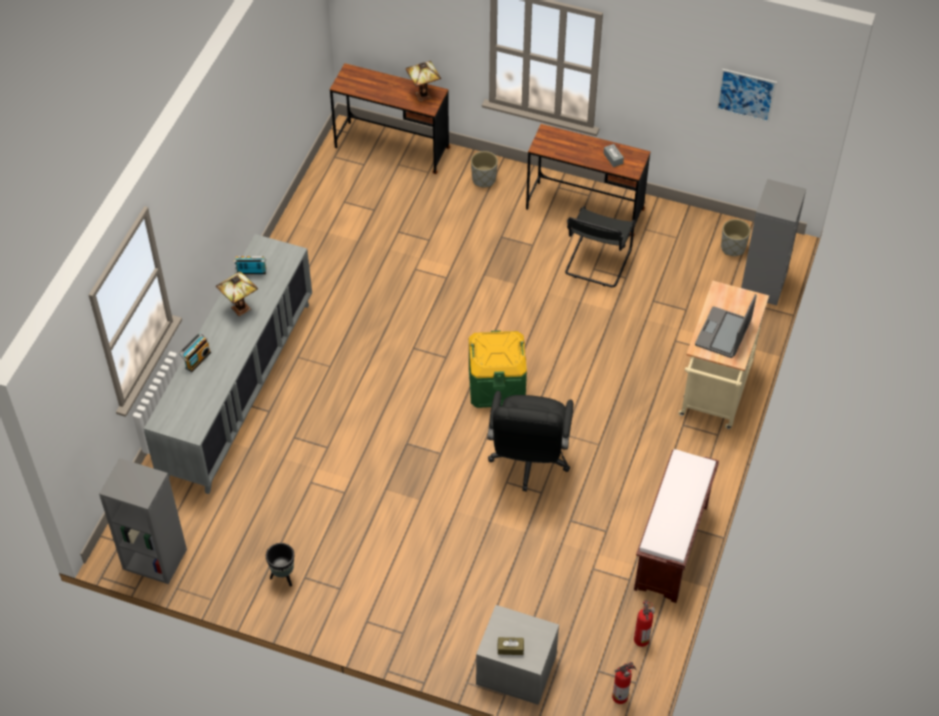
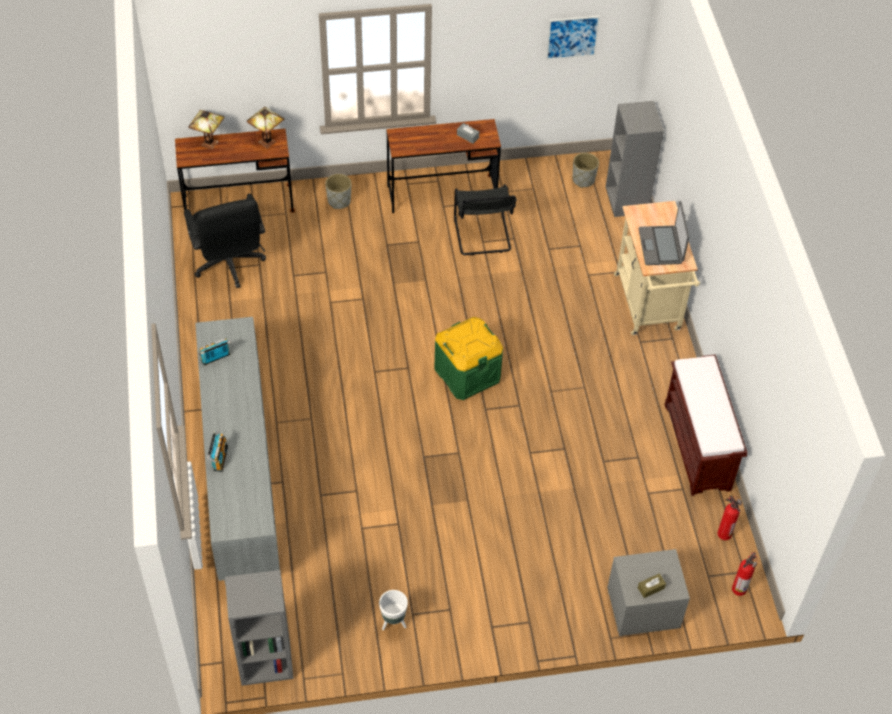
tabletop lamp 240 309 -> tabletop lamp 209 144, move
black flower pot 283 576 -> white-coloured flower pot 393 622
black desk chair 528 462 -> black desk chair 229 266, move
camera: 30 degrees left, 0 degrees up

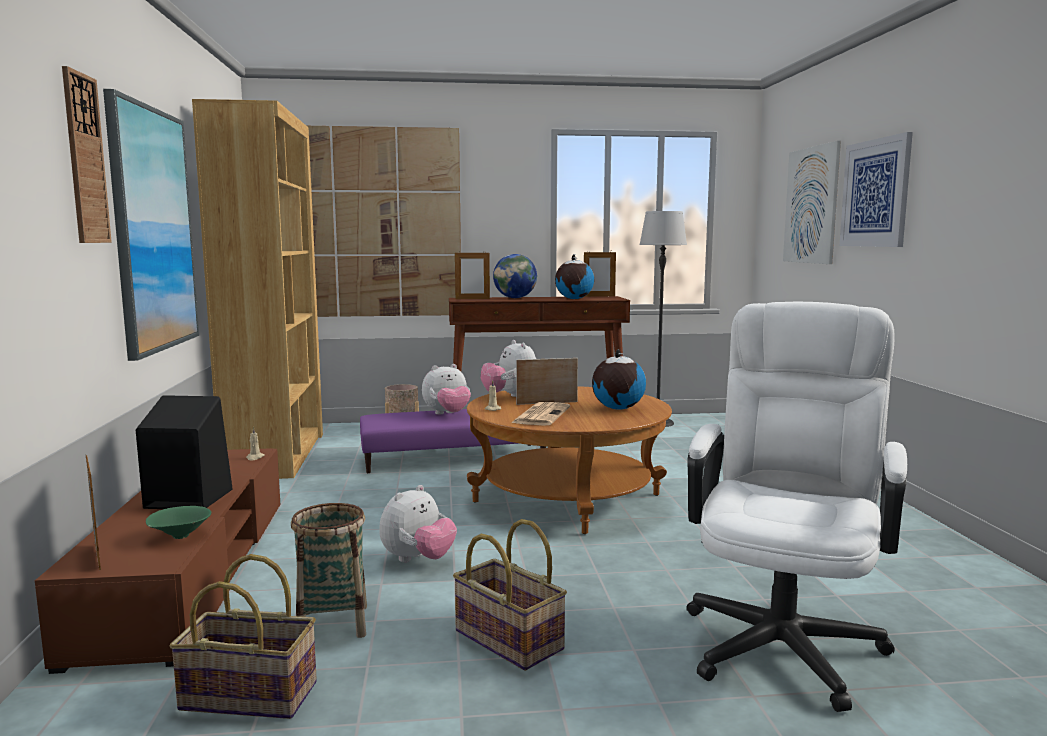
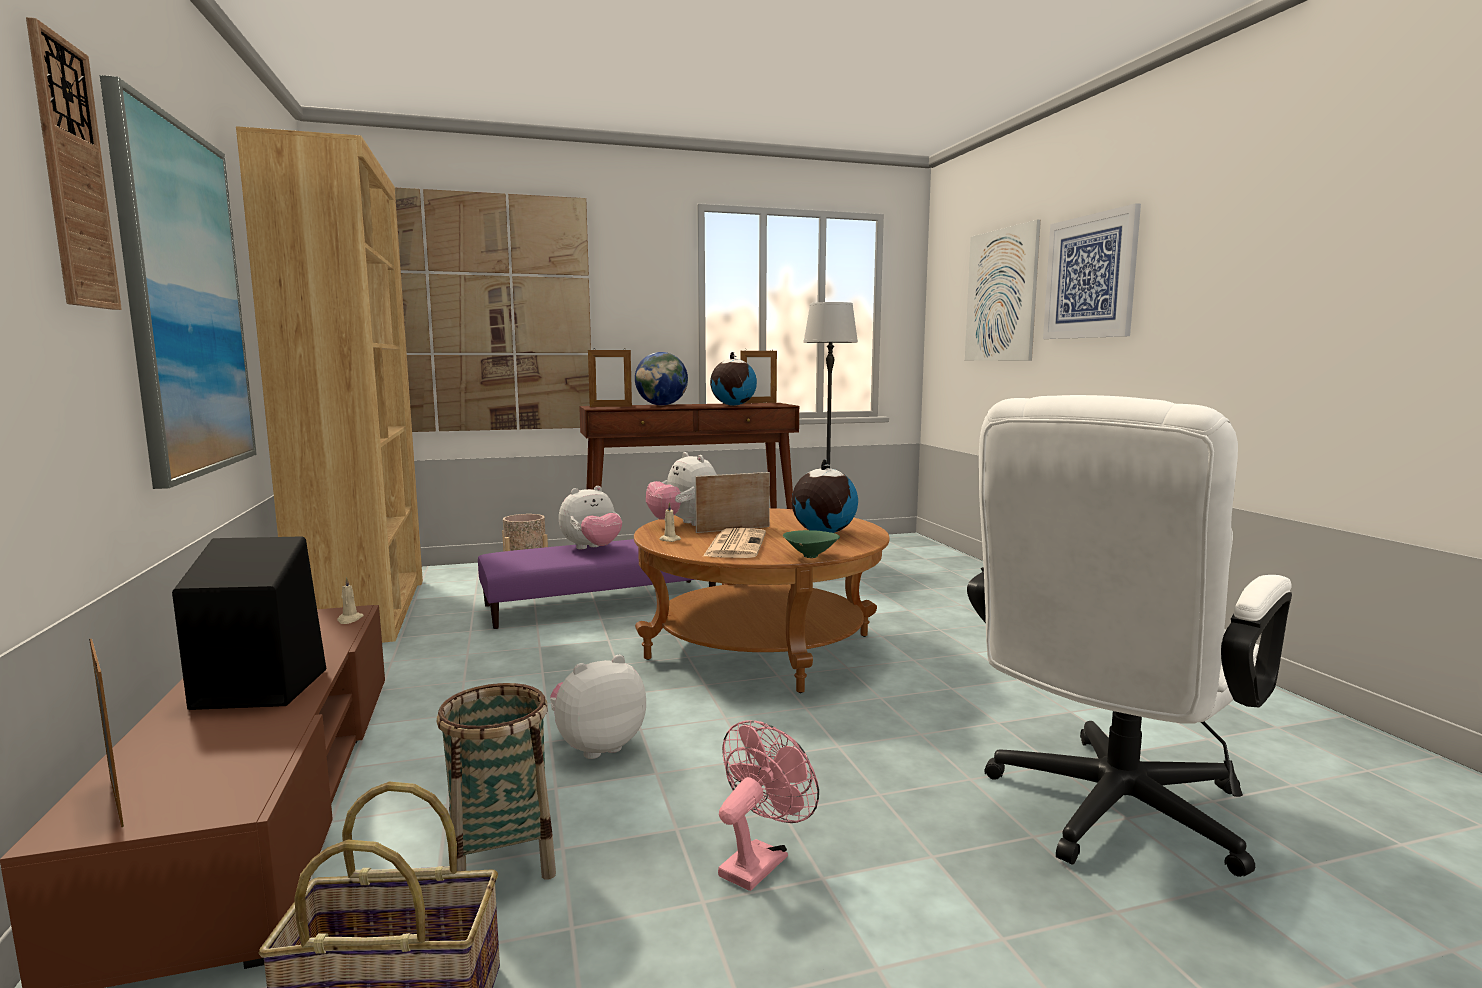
green-coloured bowl 179 537 -> green-coloured bowl 810 557, move
cuddly toy 418 559 -> cuddly toy 597 746, 150 degrees counterclockwise
household basket 507 640 -> pink-coloured fan 759 861
white-coloured desk chair 784 636 -> white-coloured desk chair 1106 815, 150 degrees counterclockwise
camera: 10 degrees left, 0 degrees up

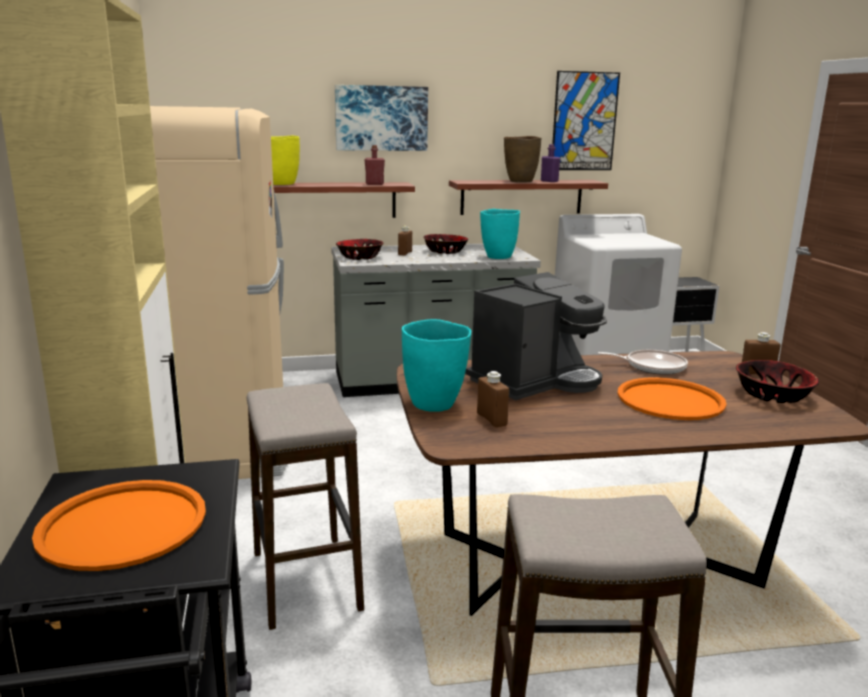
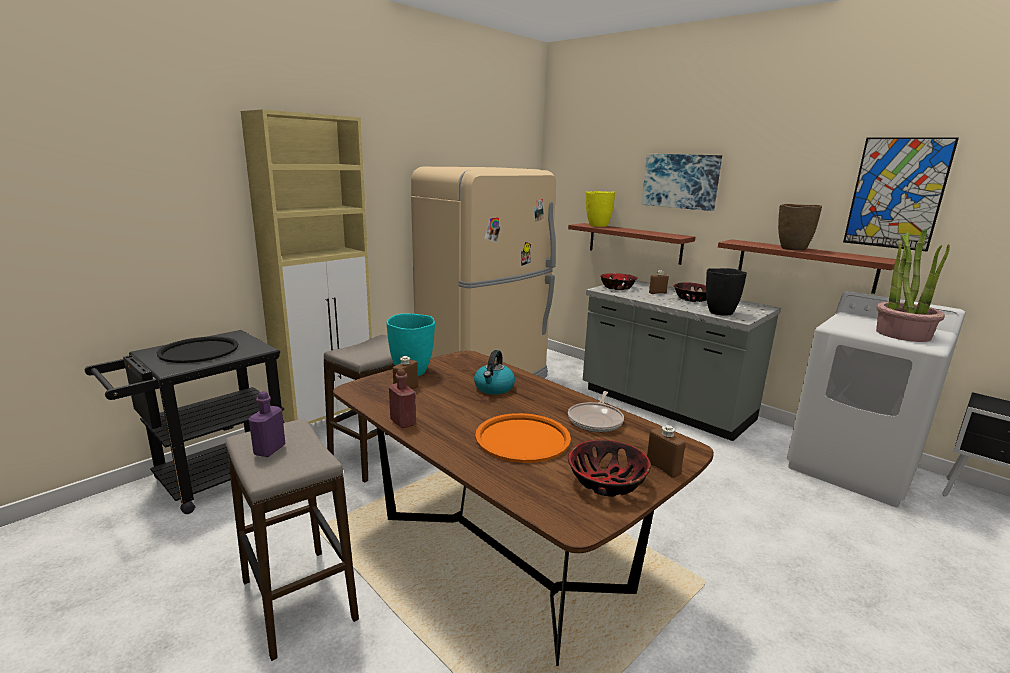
orange-coloured serving tray 123 525 -> black serving tray 199 351
red-coloured bottle 374 184 -> red-coloured bottle 403 422, move
coffee machine 534 381 -> water kettle 494 388
turquoise-coloured flower vase 498 257 -> black flower vase 720 312
purple bottle 549 181 -> purple bottle 269 450, move
pan 652 366 -> pan 596 420, 45 degrees clockwise
none -> potted plant 902 334
camera: 55 degrees right, 0 degrees up

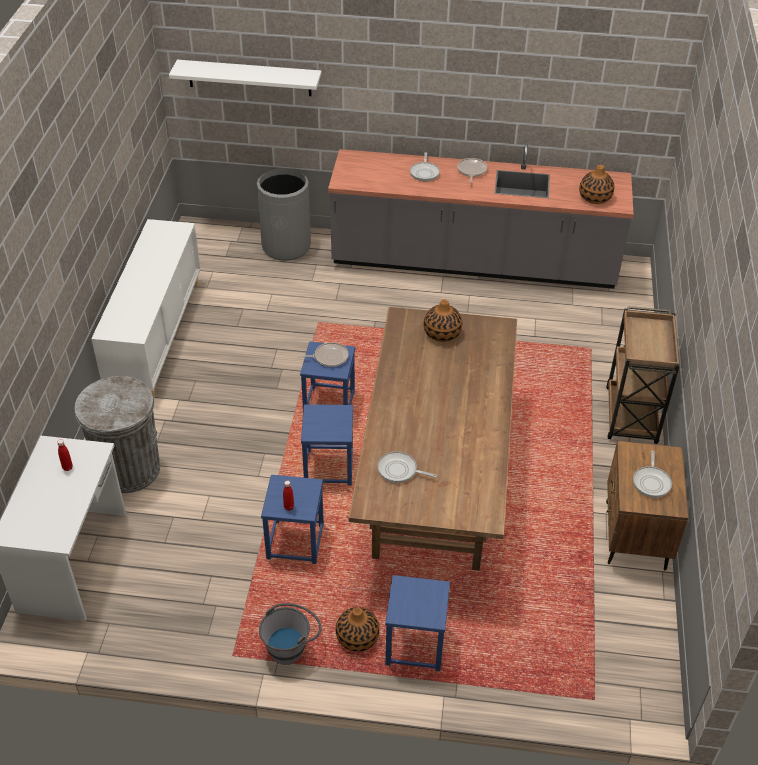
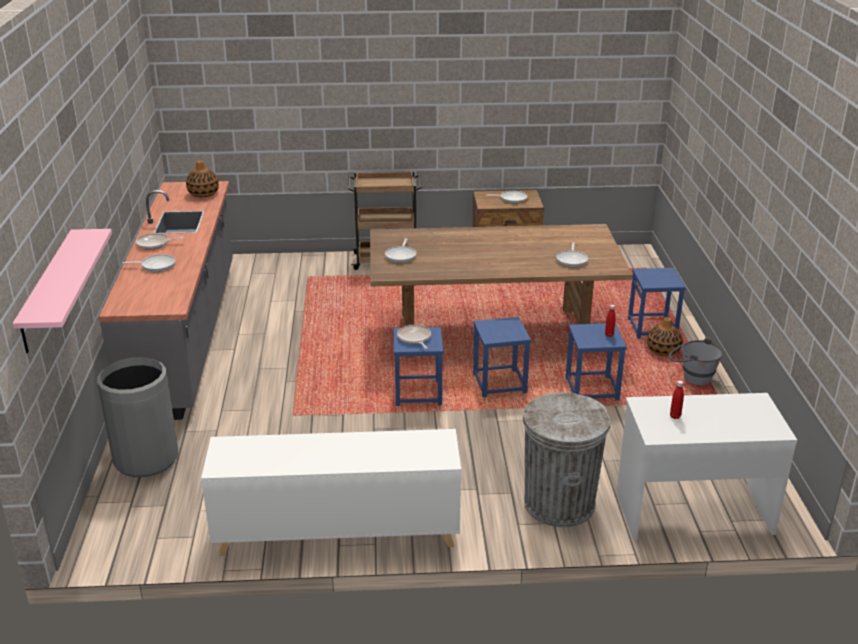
white-coloured shelf 249 78 -> pink-coloured shelf 47 290
flower vase 442 333 -> pan 401 255
camera: 100 degrees left, 15 degrees down

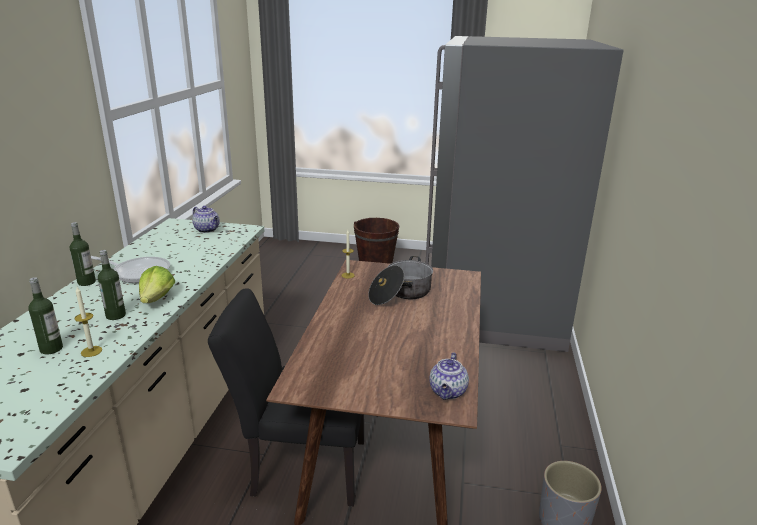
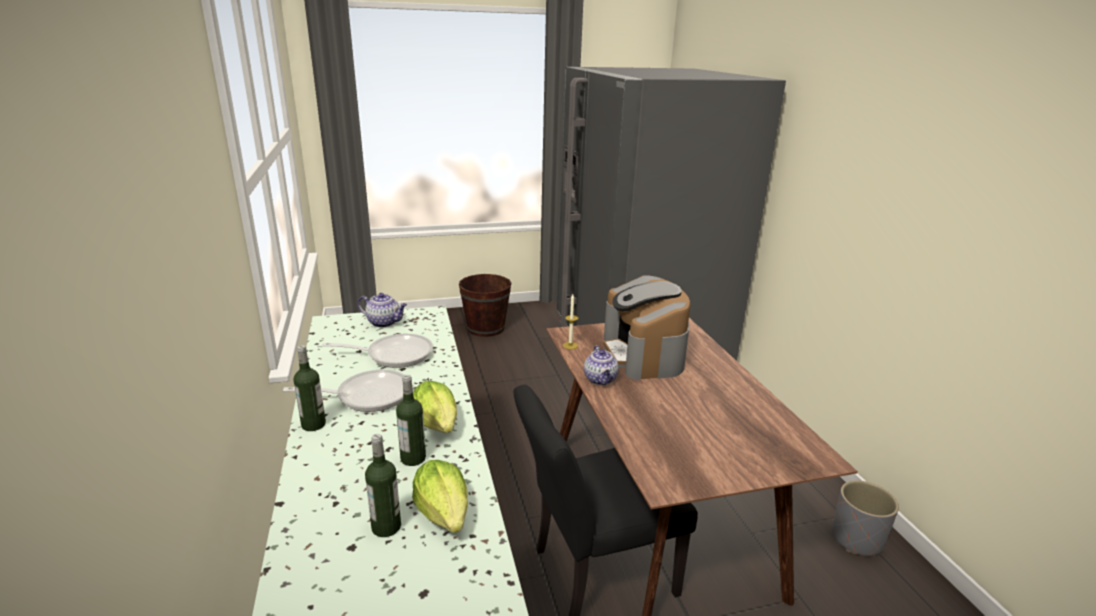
wax light 91 351 -> lettuce 444 513
stockpot 400 294 -> coffee machine 644 354
pot for tea 448 392 -> pot for tea 601 380, move
none -> pan 394 354
camera: 25 degrees left, 0 degrees up

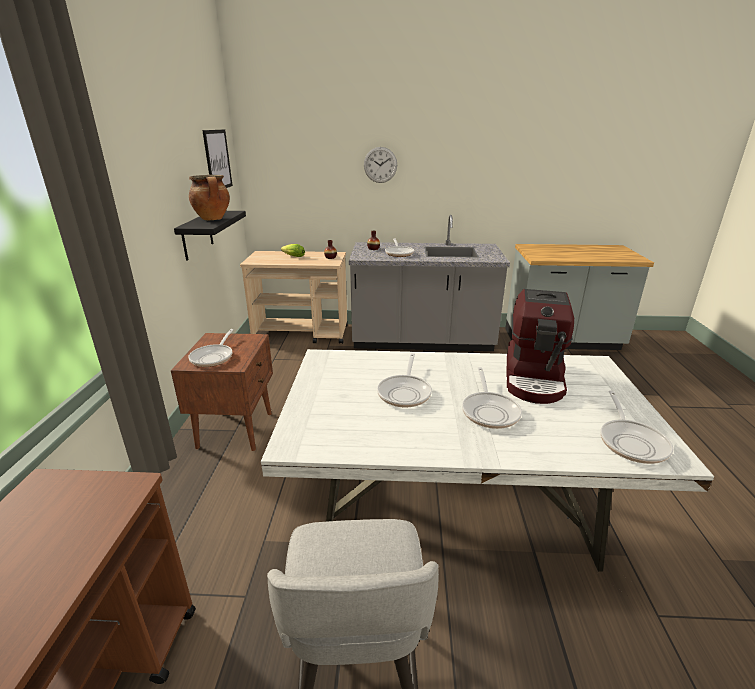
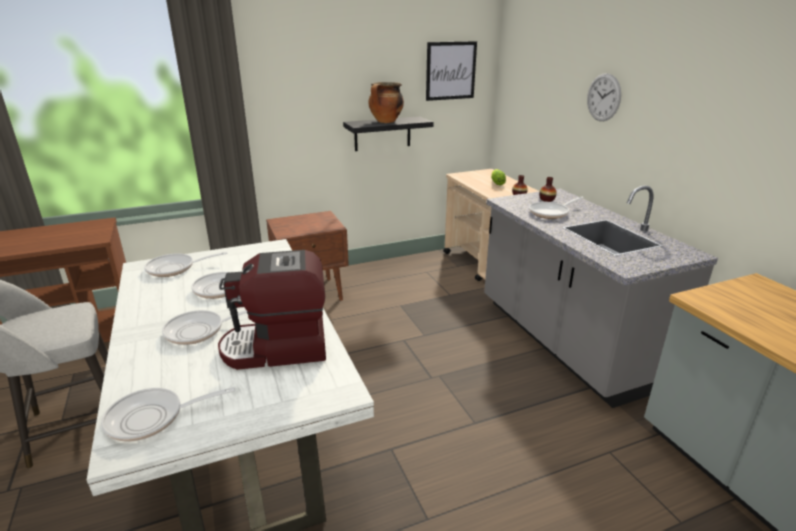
pan 214 357 -> pan 175 268, move
camera: 65 degrees right, 0 degrees up

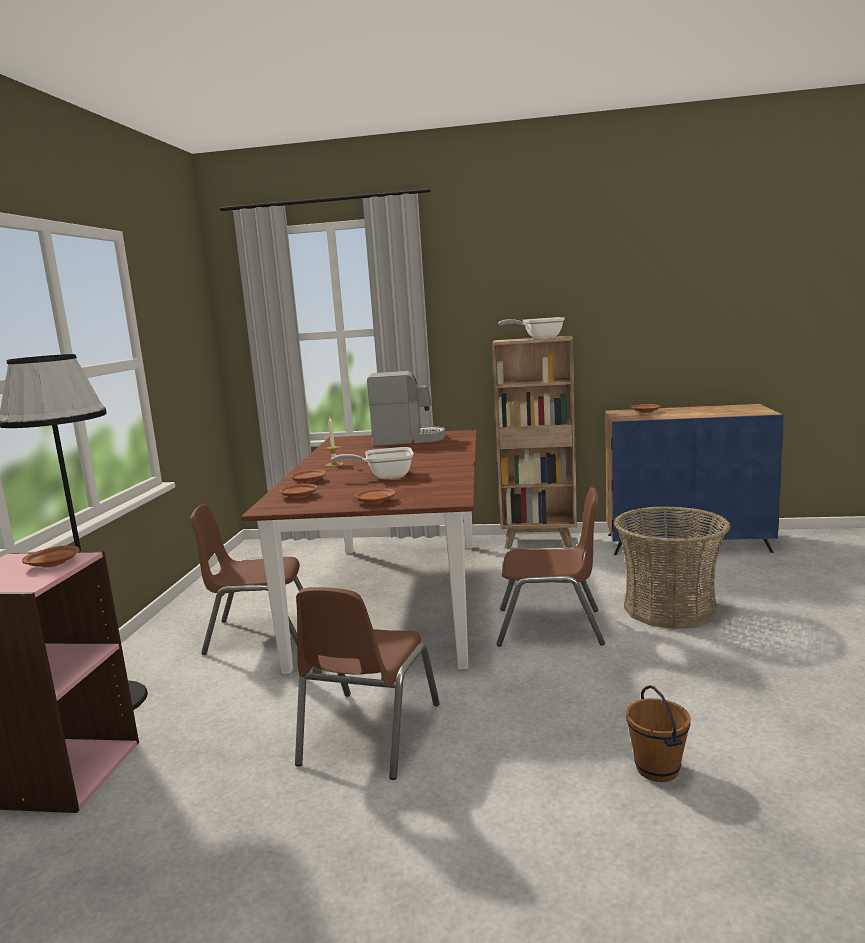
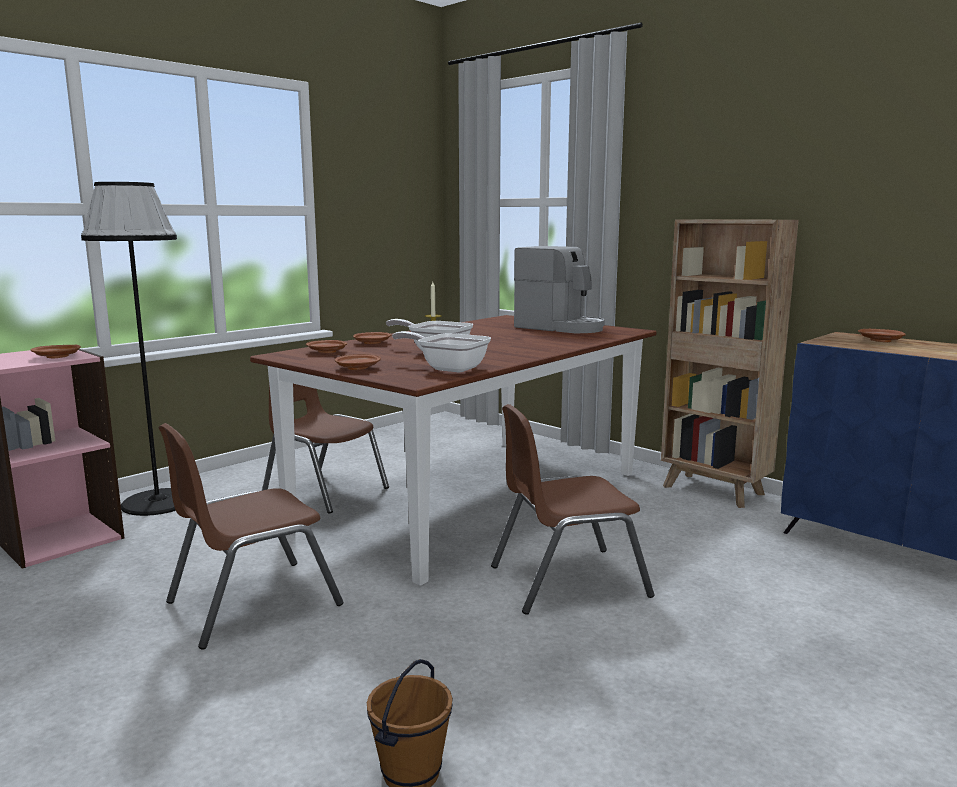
brown plain chair 550 627 -> brown plain chair 567 580, 120 degrees clockwise
pan 538 338 -> pan 448 368, move
household basket 670 609 -> none
camera: 35 degrees right, 0 degrees up

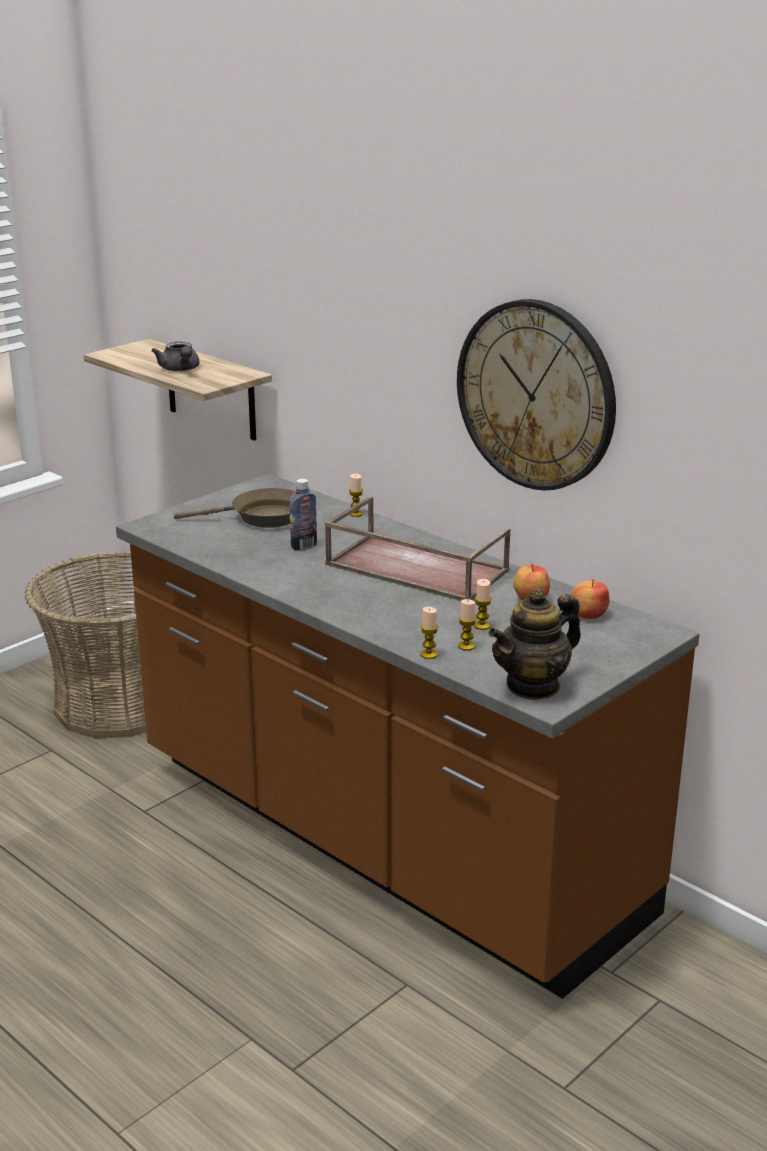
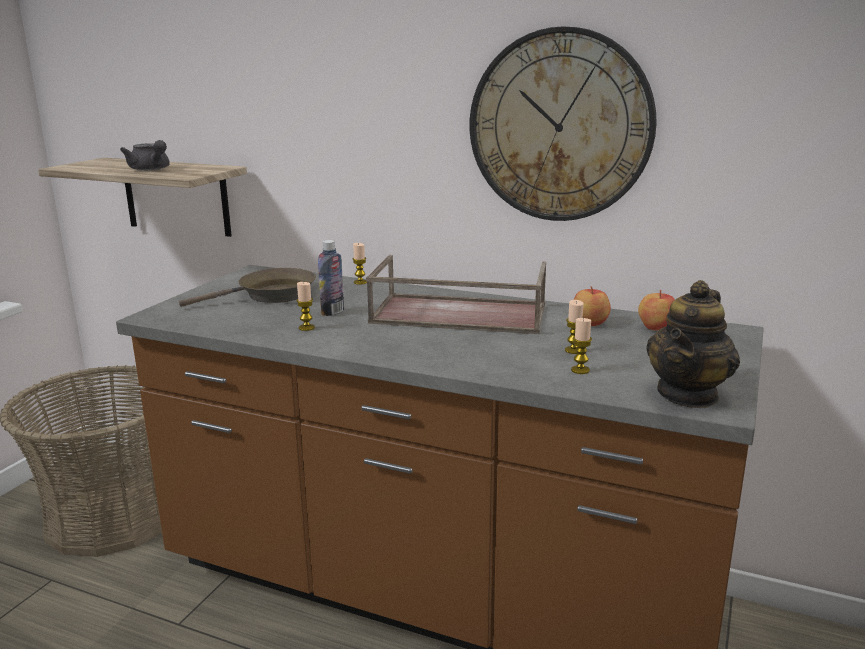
wax light 429 654 -> wax light 306 328, move
camera: 20 degrees left, 5 degrees down

